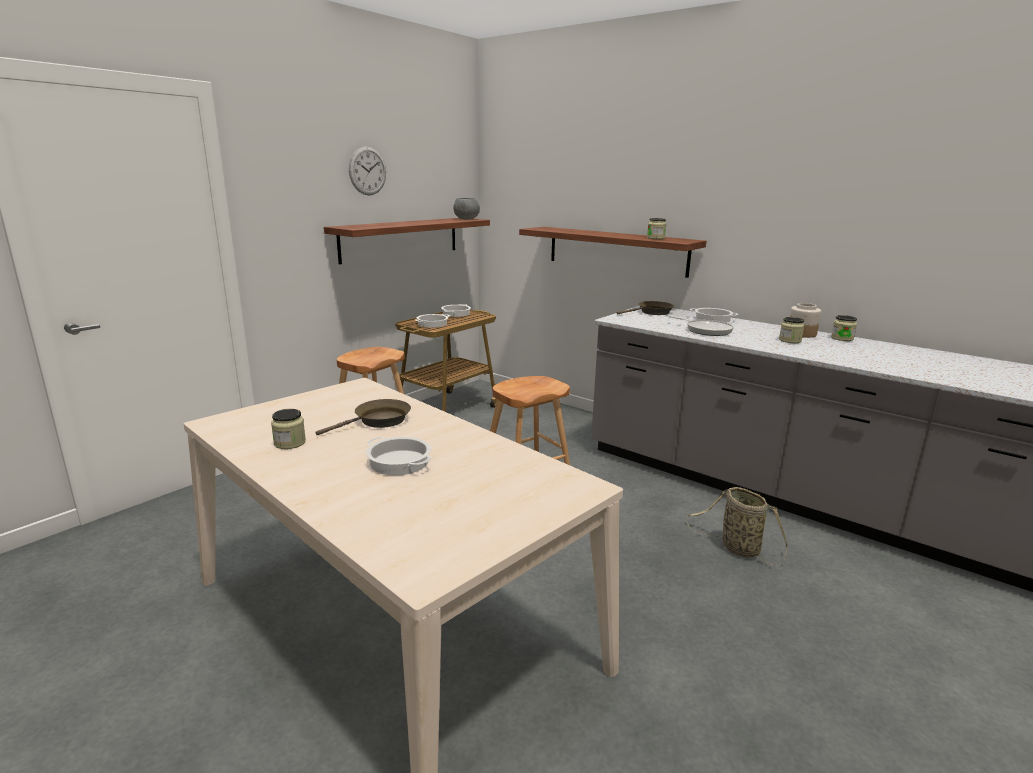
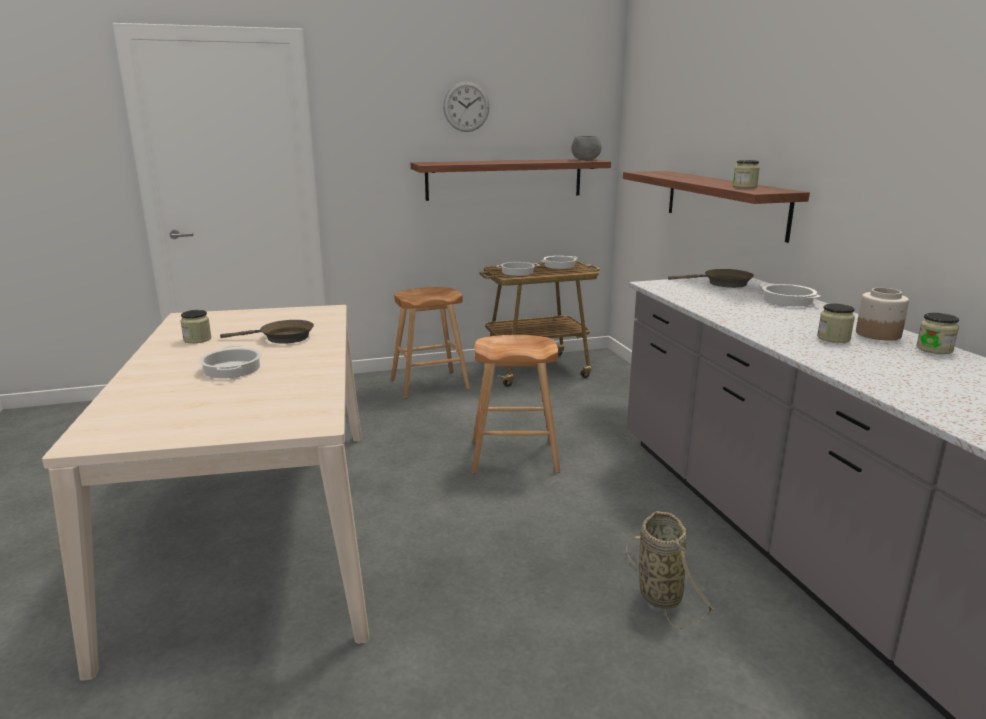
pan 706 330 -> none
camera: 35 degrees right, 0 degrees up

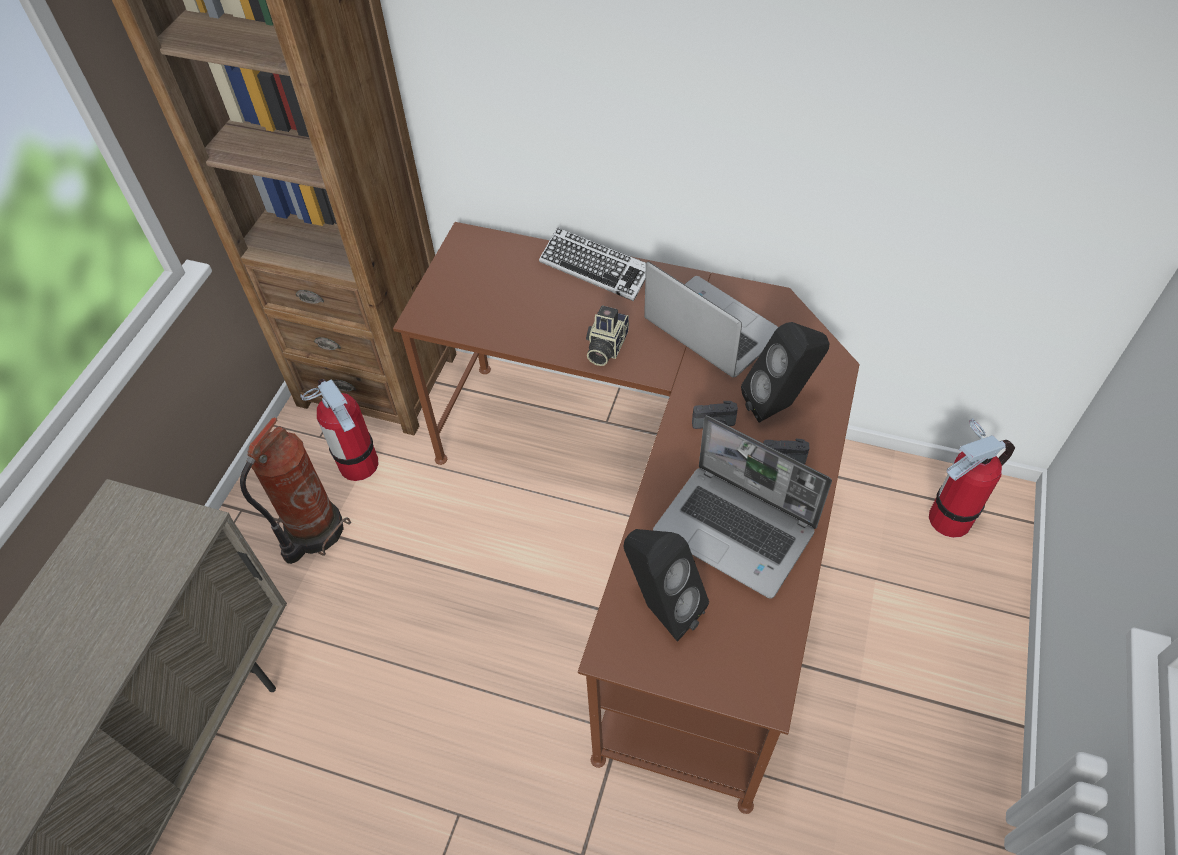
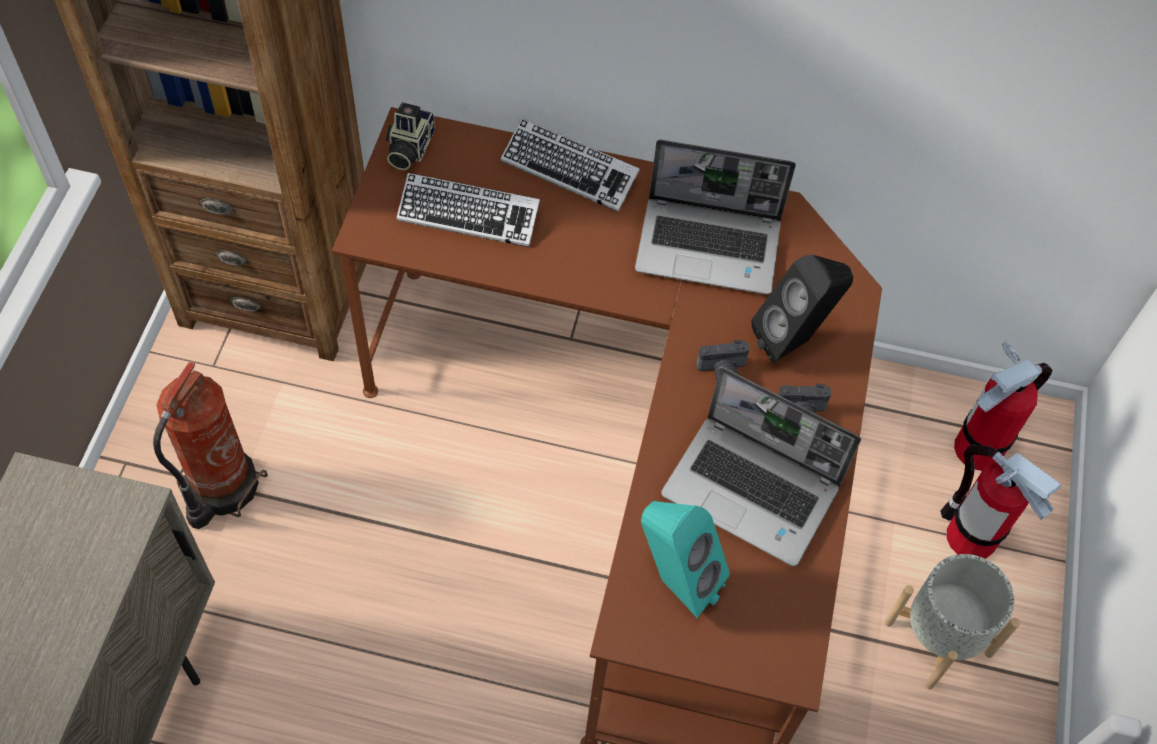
extinguisher 358 464 -> extinguisher 970 537, move
still camera 605 347 -> still camera 408 148, move
black audio speaker 660 607 -> turquoise-coloured audio speaker 675 580
laptop 710 329 -> laptop 710 246, 150 degrees clockwise
none -> keyboard 468 215
none -> greyish flower pot 938 638
camera: 10 degrees left, 5 degrees up

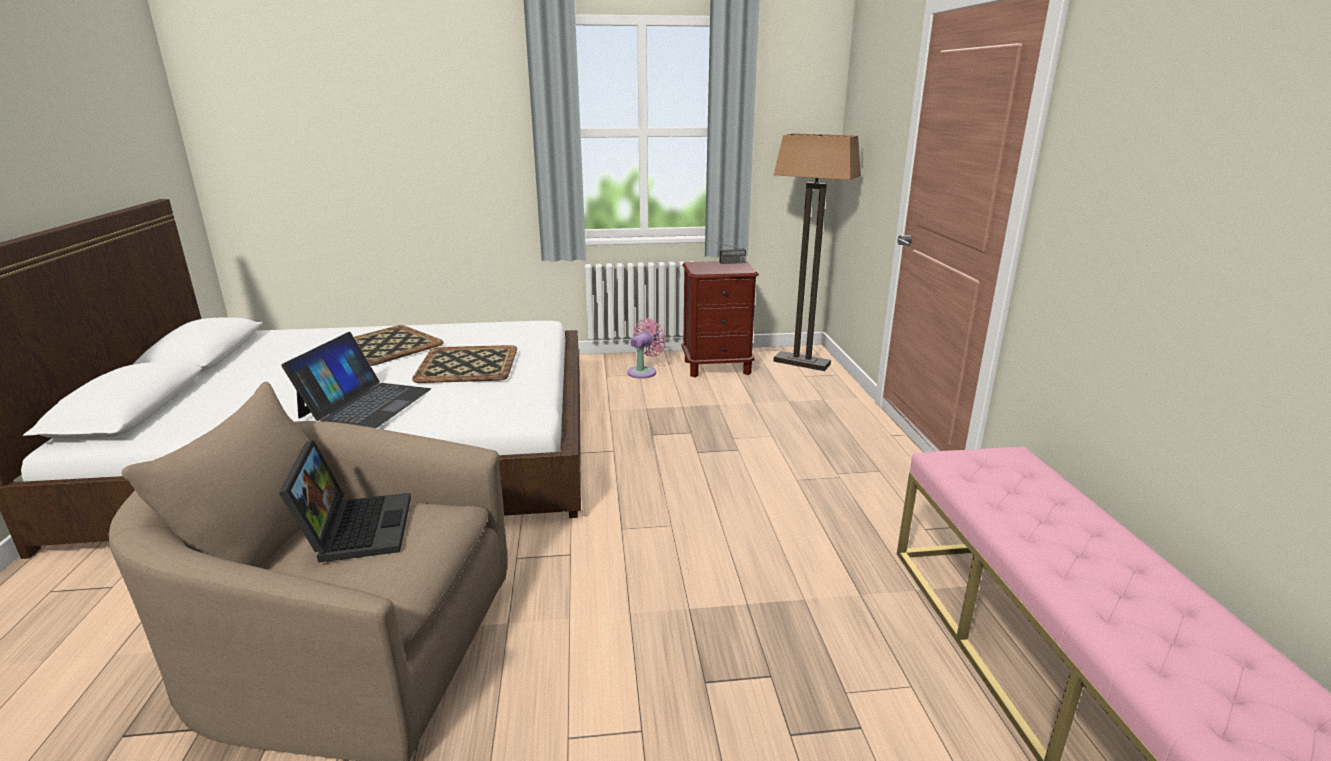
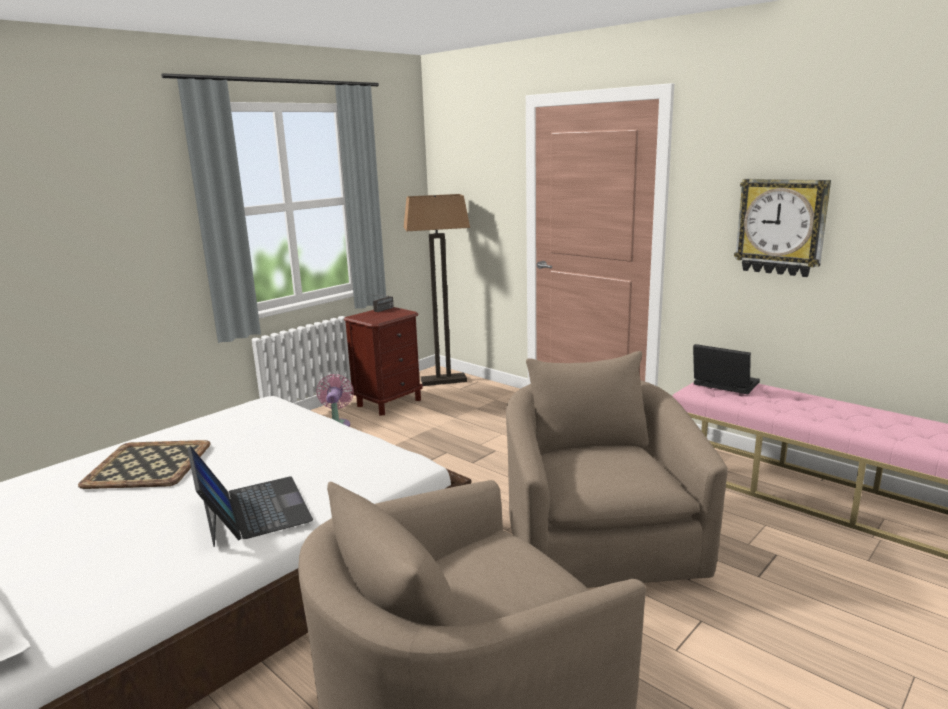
laptop 355 528 -> laptop 722 385, move
serving tray 466 365 -> none
none -> sand-coloured easy chair 598 538
none -> wall clock 781 227
camera: 40 degrees left, 5 degrees down

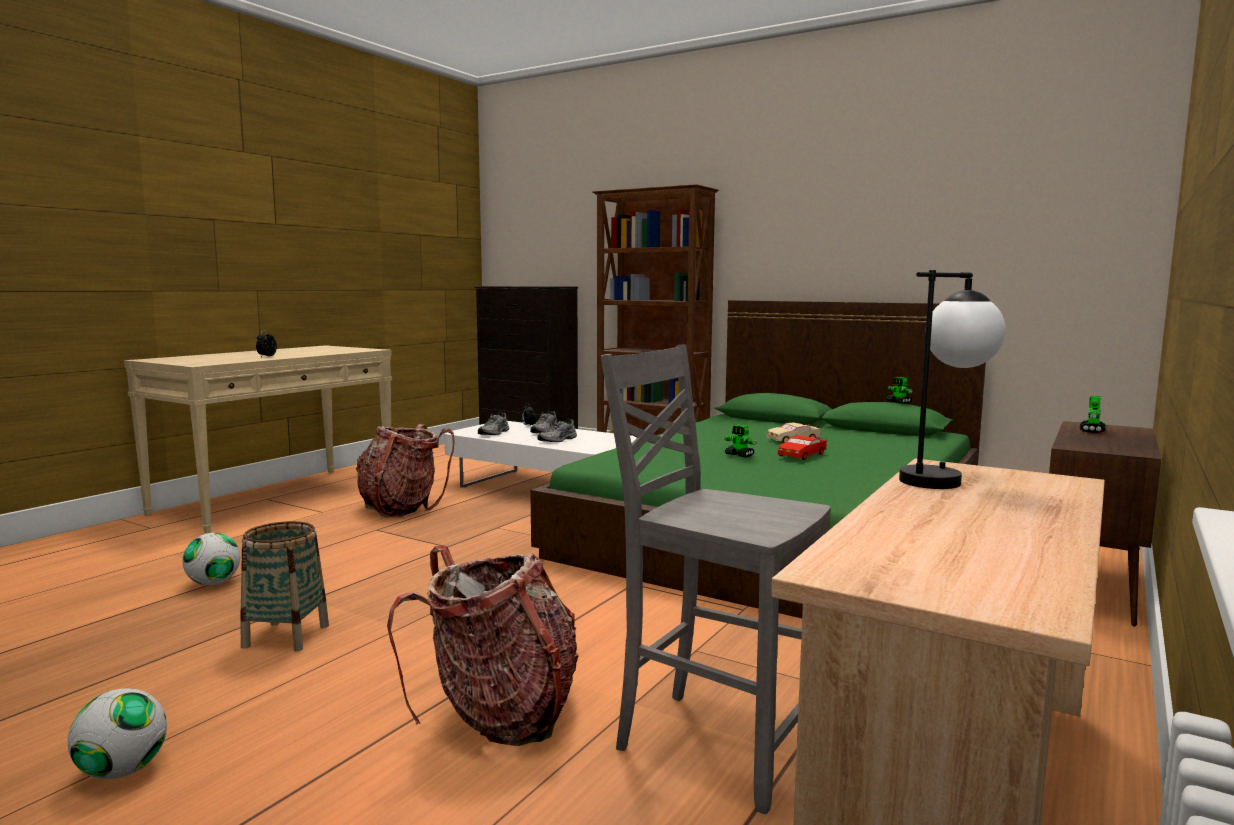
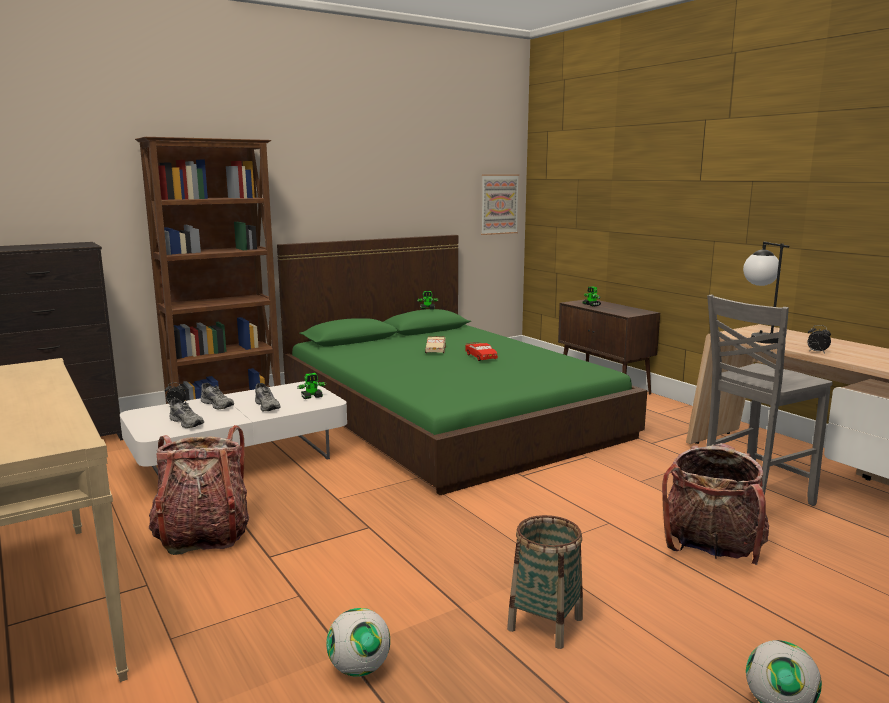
table clock 266 357 -> table clock 816 352, move
toy robot 739 455 -> toy robot 312 397, move
none -> wall art 499 204
camera: 65 degrees left, 5 degrees up

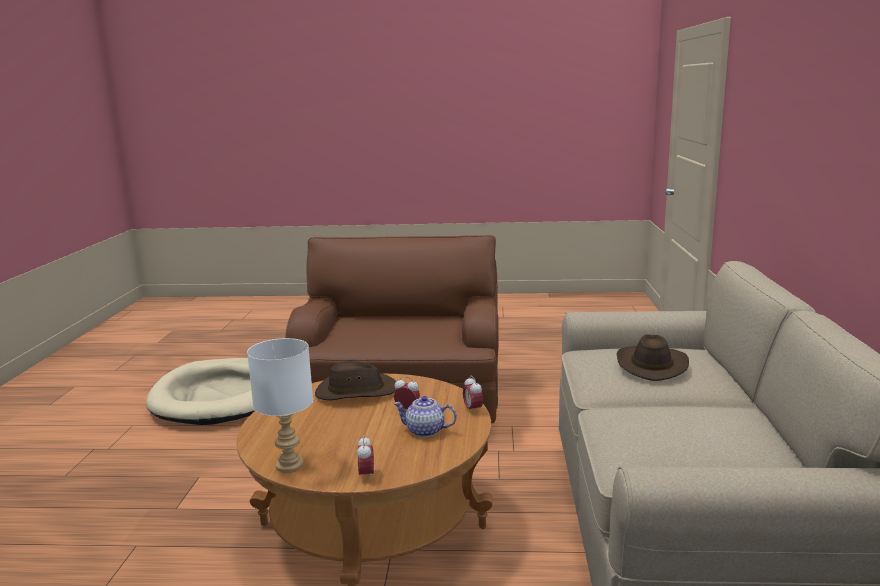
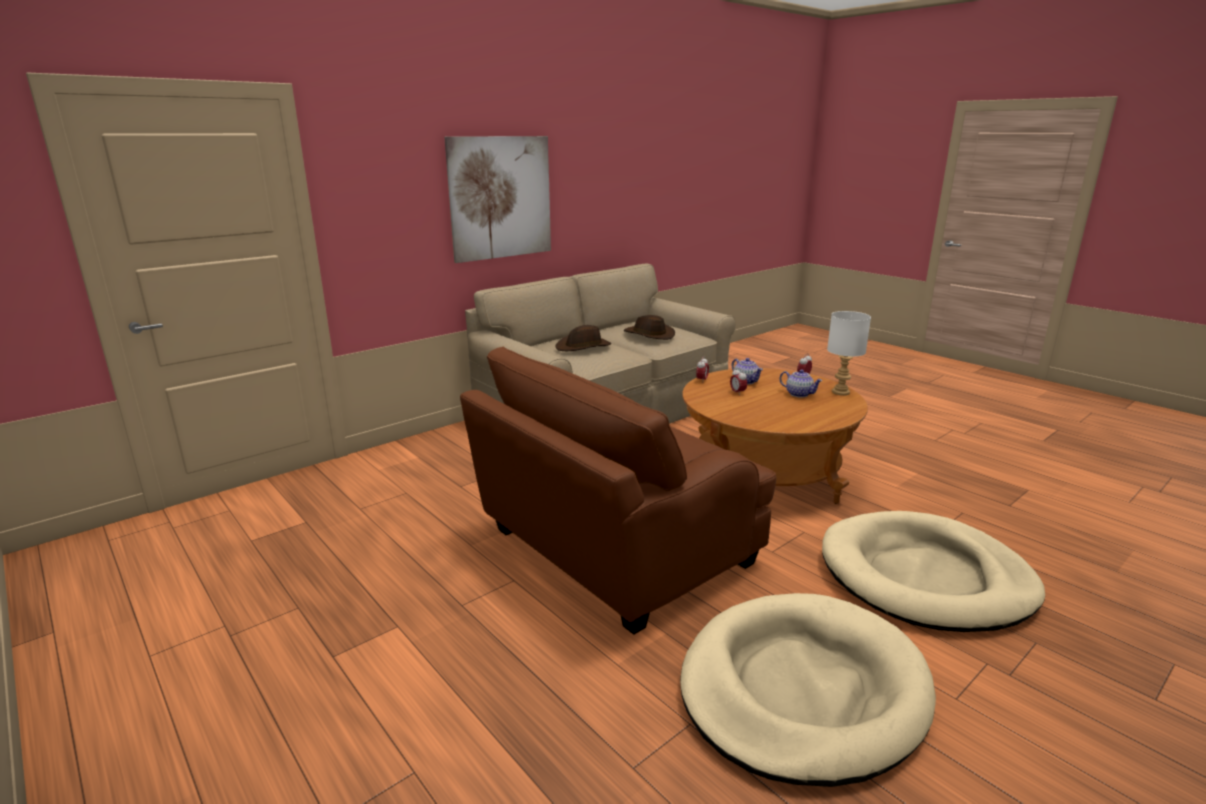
brown clothing hat 356 391 -> brown clothing hat 648 334, move
none -> wall art 500 198
none -> pot for tea 798 394
none -> sand-coloured dog bed 925 577
camera: 135 degrees left, 5 degrees up

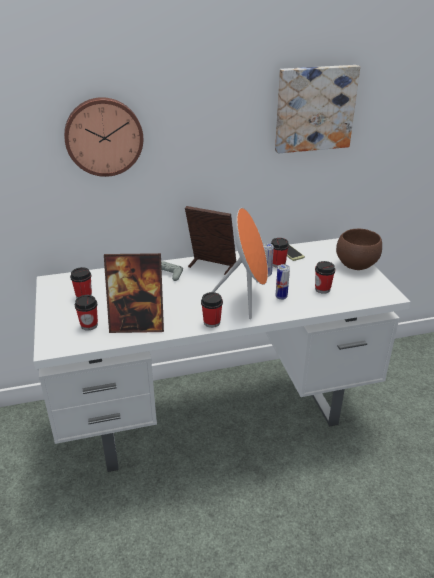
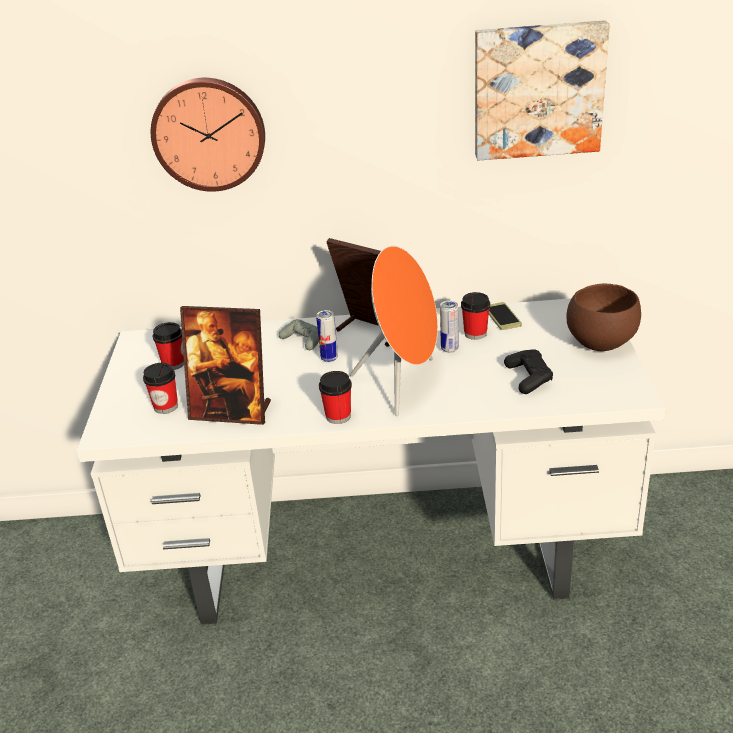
can 281 297 -> can 329 358, move
drinking cup 322 289 -> black gamepad 528 378
camera: 15 degrees right, 0 degrees up

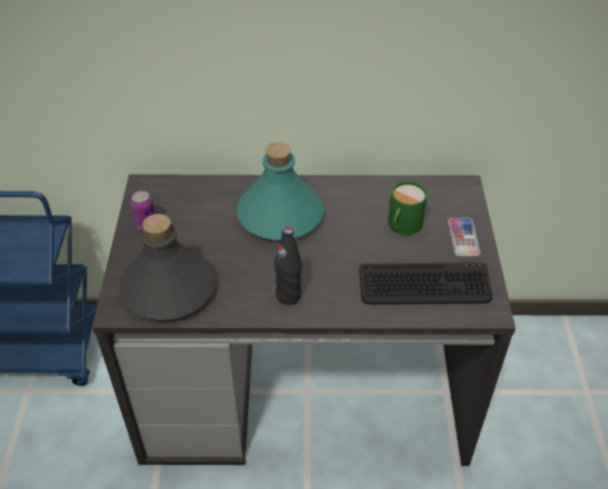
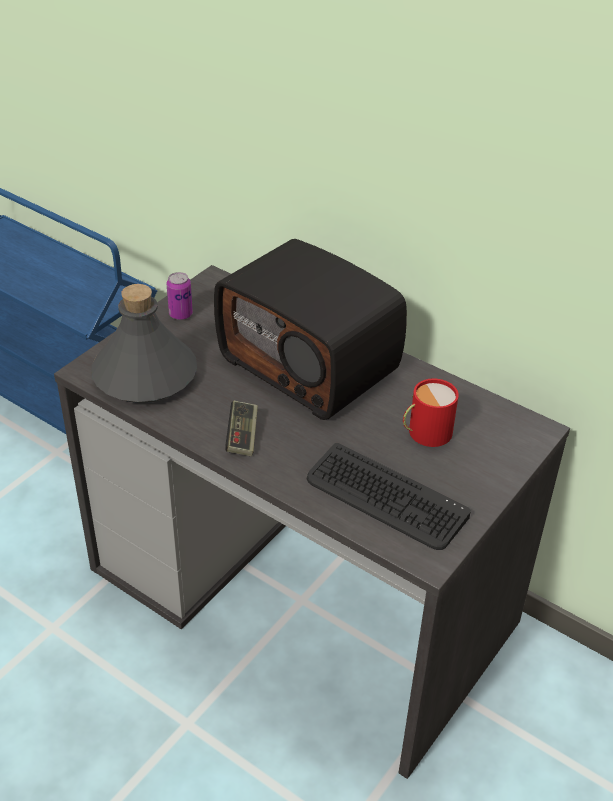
turquoise-coloured bottle 280 215 -> radio receiver 311 363
black bottle 288 295 -> gamepad 242 436
green-coloured coffee mug 402 225 -> red-coloured coffee mug 425 432
phone 463 238 -> none
camera: 35 degrees right, 5 degrees down

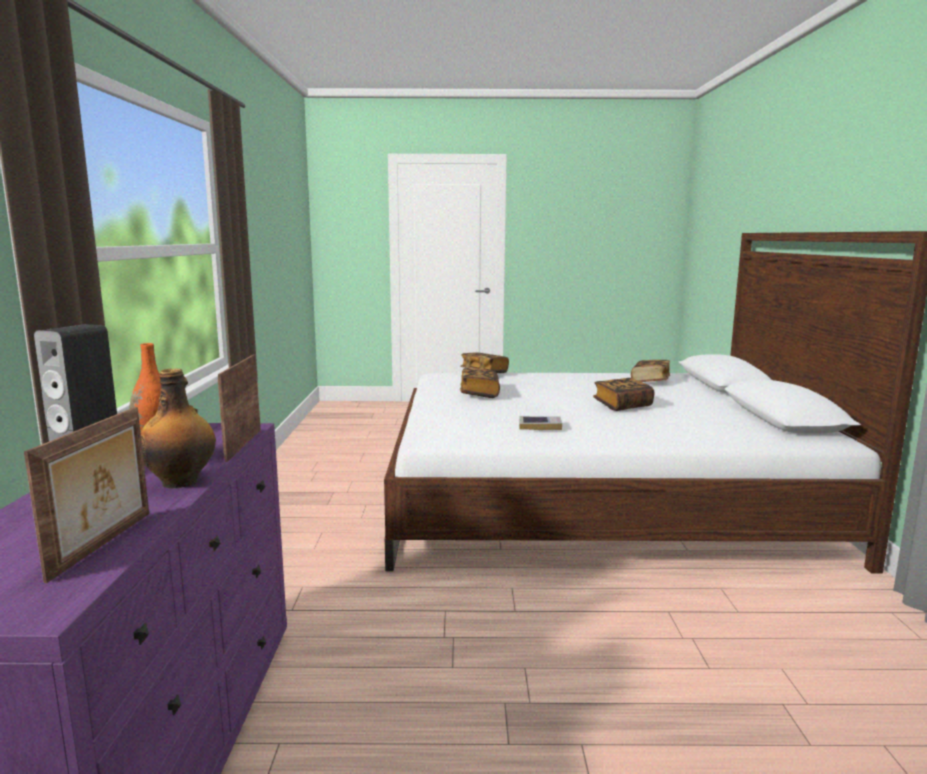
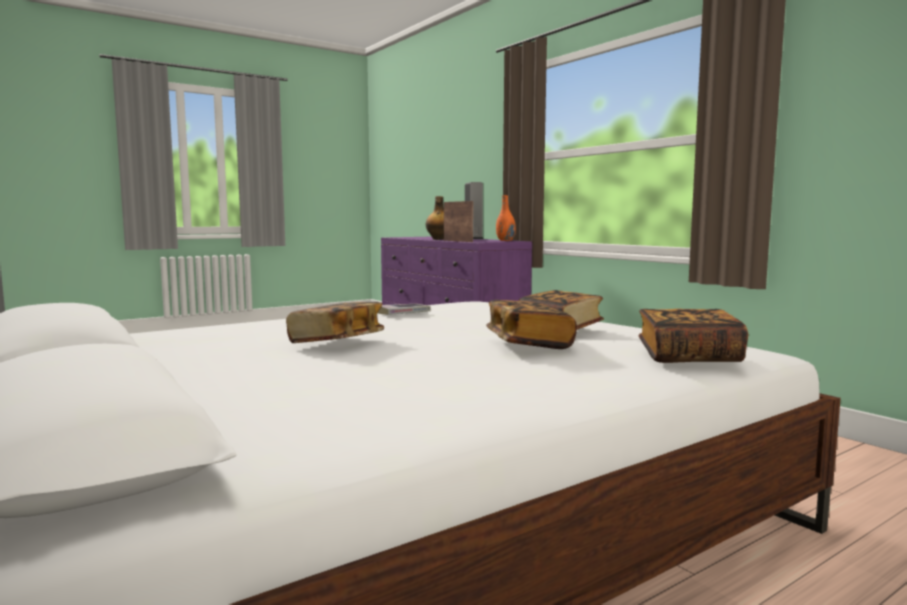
picture frame 105 544 -> none
bound book 650 381 -> bound book 528 343, move
camera: 145 degrees right, 5 degrees down

